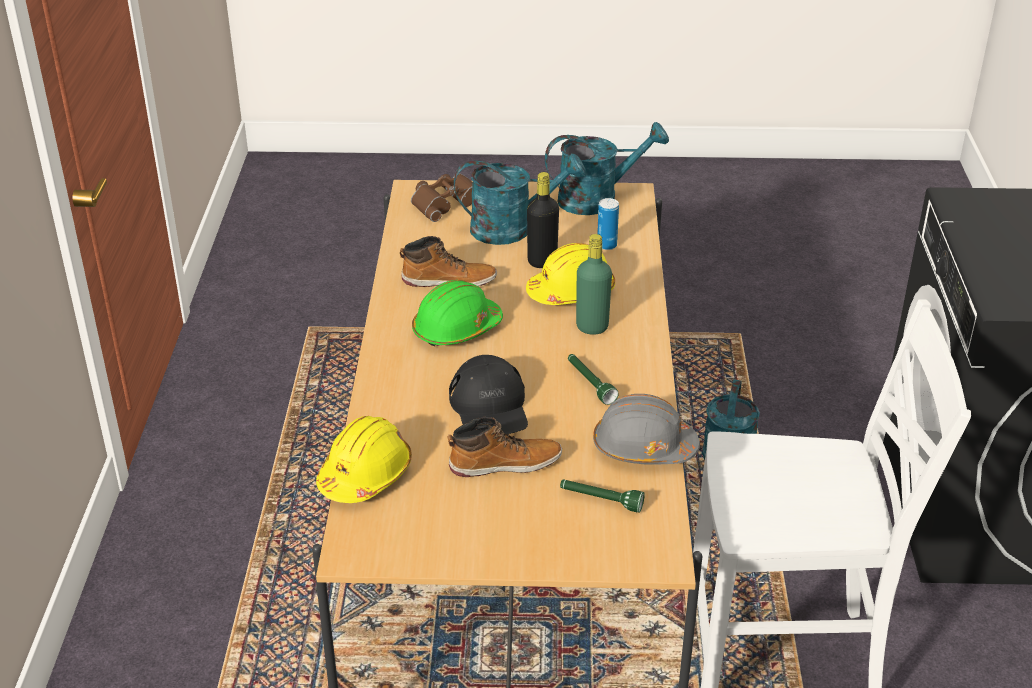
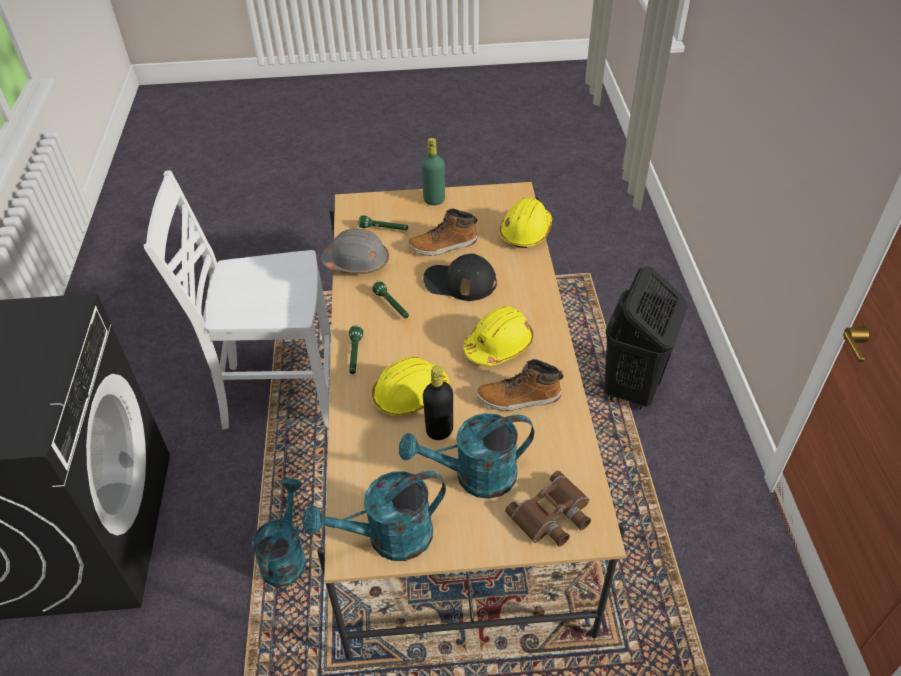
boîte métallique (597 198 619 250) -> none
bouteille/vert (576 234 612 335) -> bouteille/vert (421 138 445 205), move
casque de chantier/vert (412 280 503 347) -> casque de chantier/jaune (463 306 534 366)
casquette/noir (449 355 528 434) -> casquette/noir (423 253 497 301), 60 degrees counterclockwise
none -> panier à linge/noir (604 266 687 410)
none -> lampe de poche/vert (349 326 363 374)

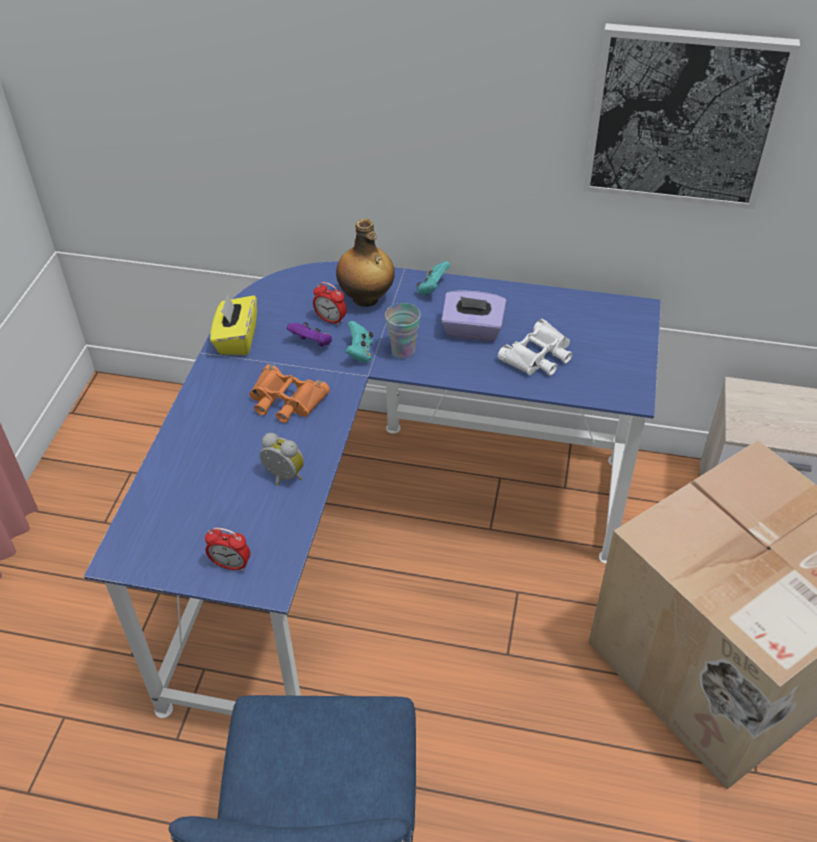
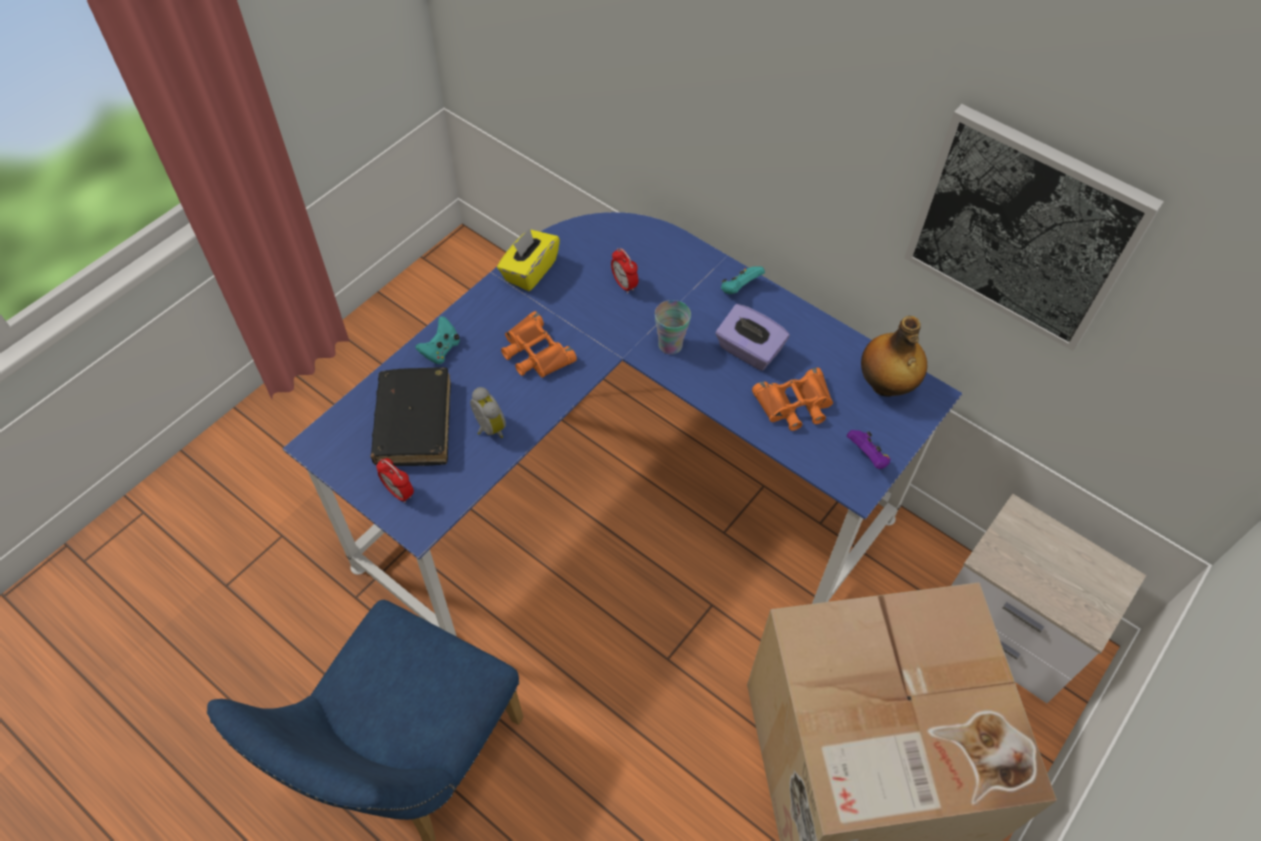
bouteille (336 219 395 307) -> bouteille (861 316 927 397), move
jumelles/blanc (498 319 572 375) -> jumelles/orange (752 368 833 431)
manette/turquoise (345 321 373 363) -> manette/turquoise (415 316 460 364), move
manette/violet (287 322 332 347) -> manette/violet (847 430 891 469), move
none -> livre/noir (370 367 451 466)

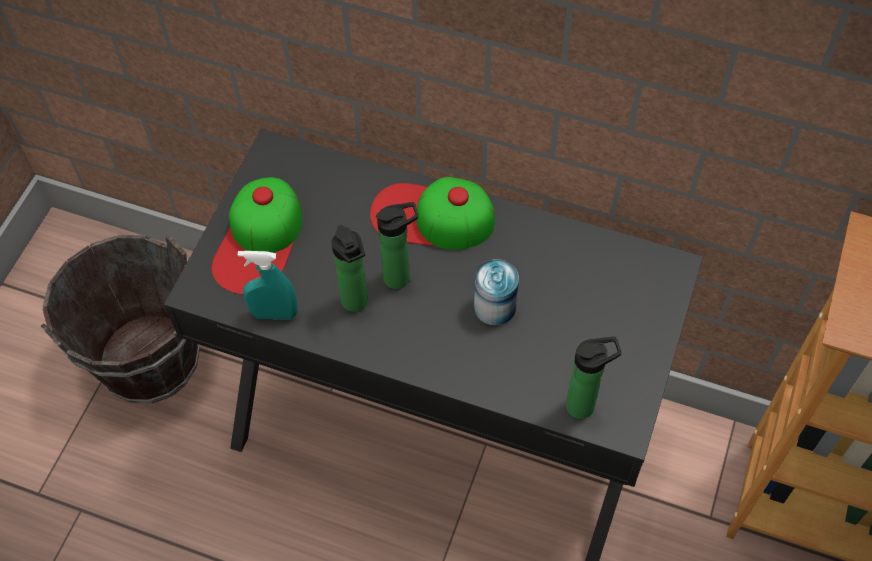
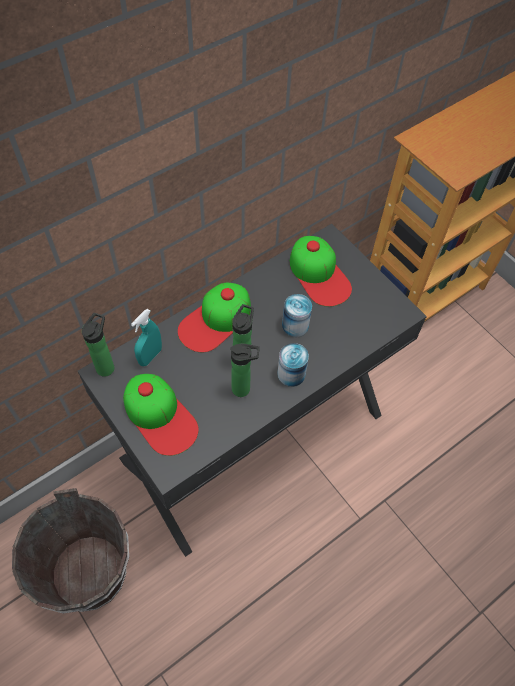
vaporisateur/turquoise (238 251 297 320) -> vaporisateur/turquoise (131 309 162 366), move
bouteille (566 337 621 419) -> bouteille (82 313 114 377), move
none -> casquette (290 236 352 307)
none -> boîte métallique (277 343 309 387)

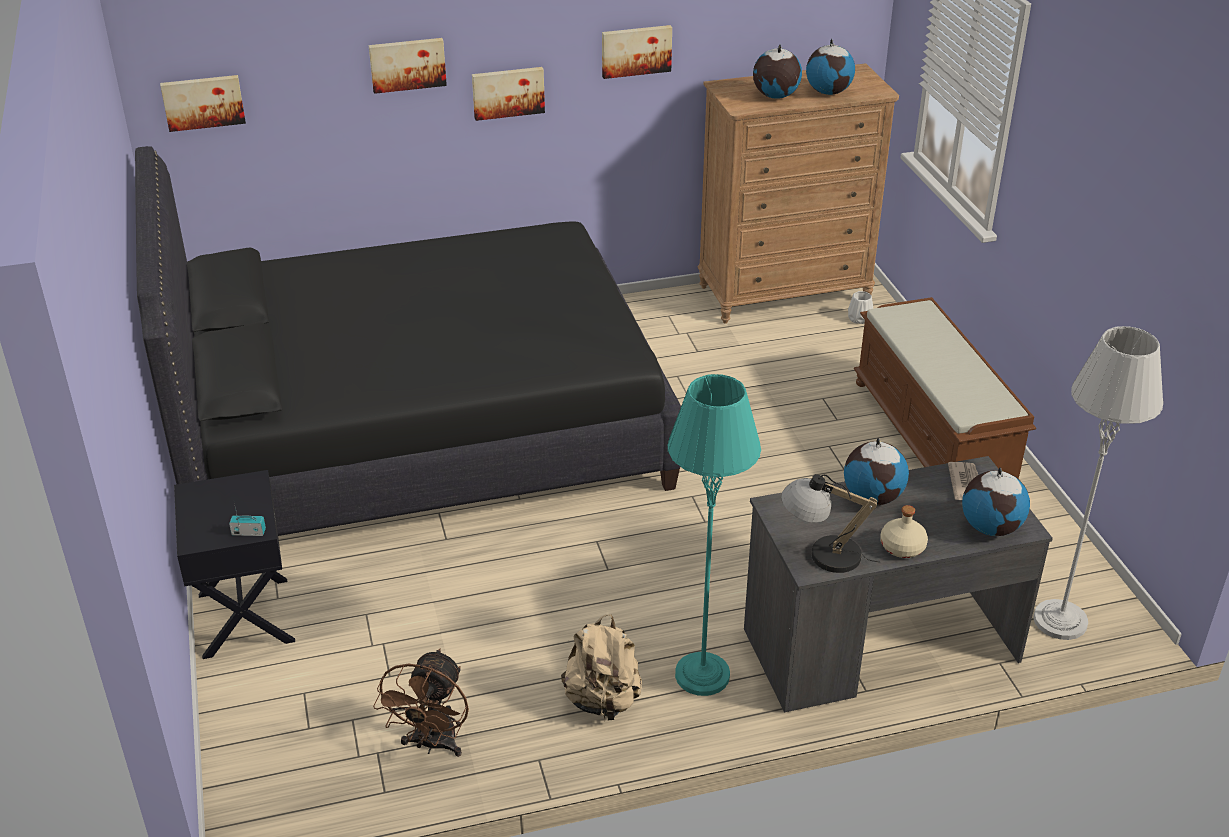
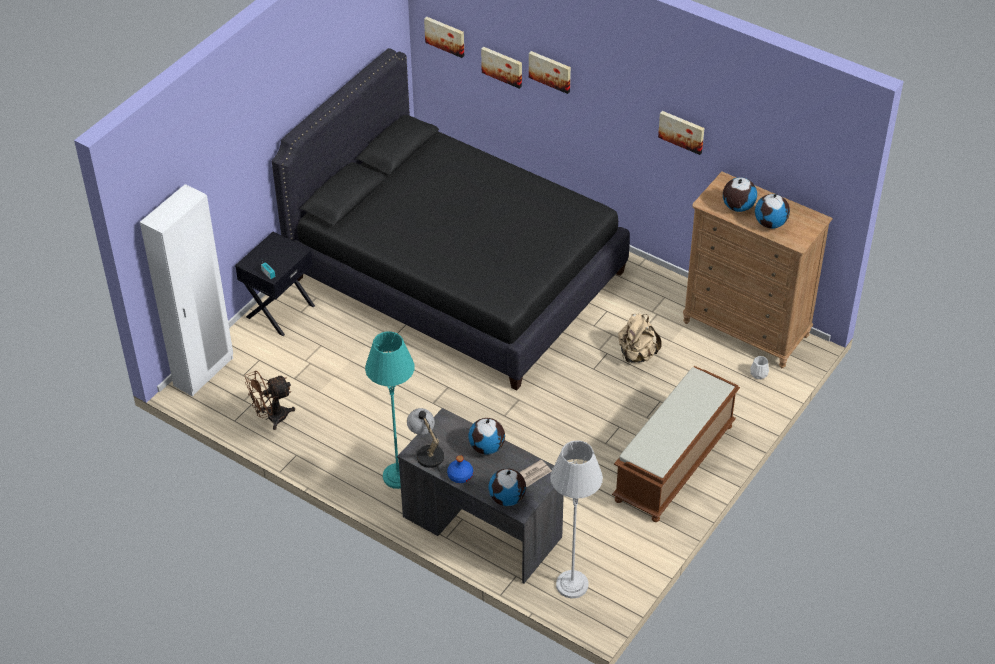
tableau (472 67 545 121) -> tableau (481 47 522 89), move
bouteille/beige (880 505 928 558) -> bouteille/bleu (447 455 473 483)
sac à dos/beige (561 614 642 721) -> sac à dos/beige (618 314 662 363), move
none -> armoire/blanc (140 184 233 397)

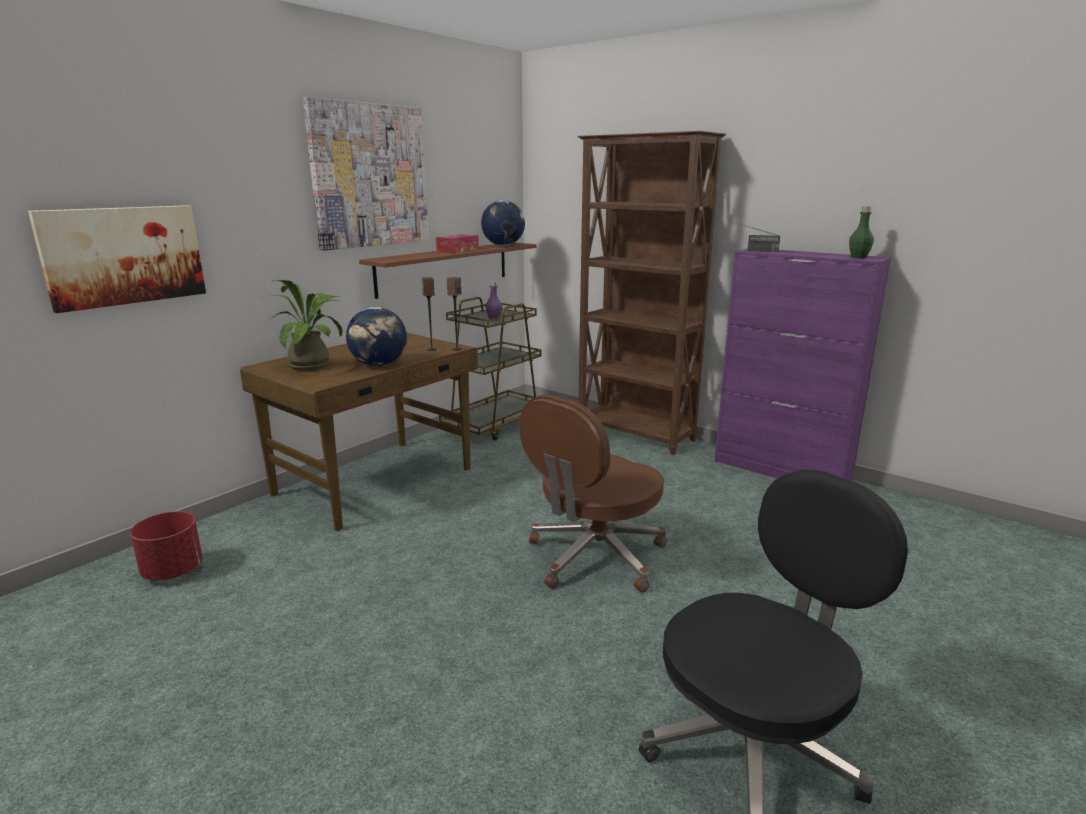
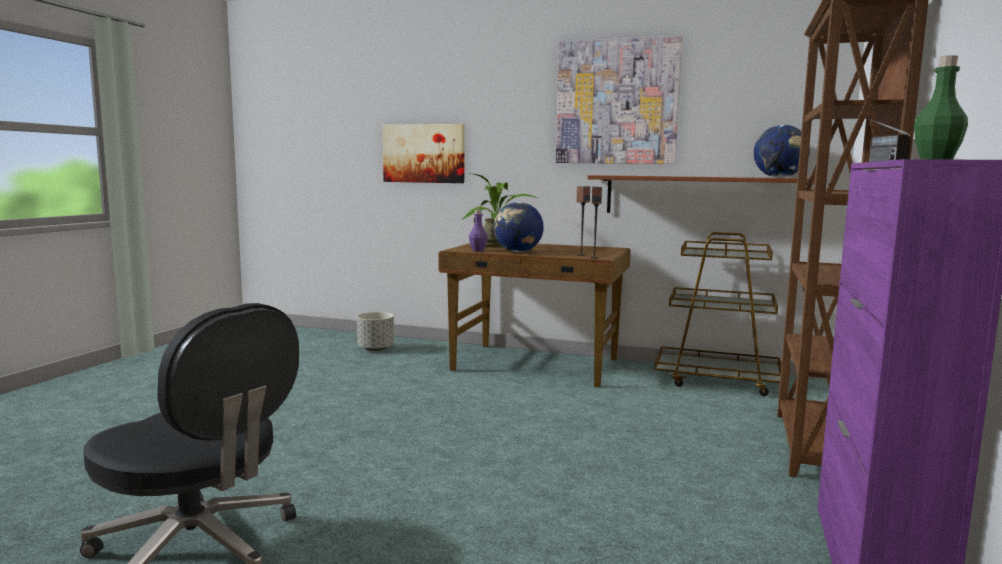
boîte à mouchoirs (436 234 479 253) -> none
bouteille/violet (485 281 503 321) -> bouteille/violet (469 209 488 252), move
chaise de bureau/marron (519 394 667 592) -> none
cache-pot/rouge (130 511 203 580) -> cache-pot/gris (357 312 394 351)

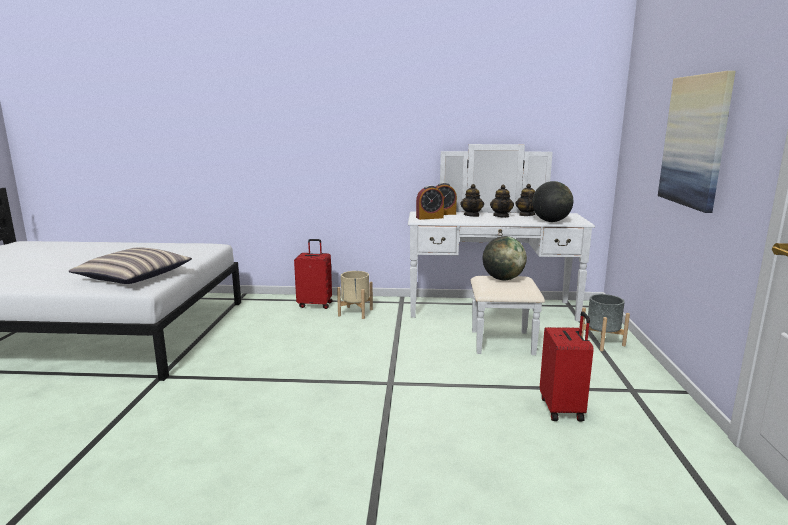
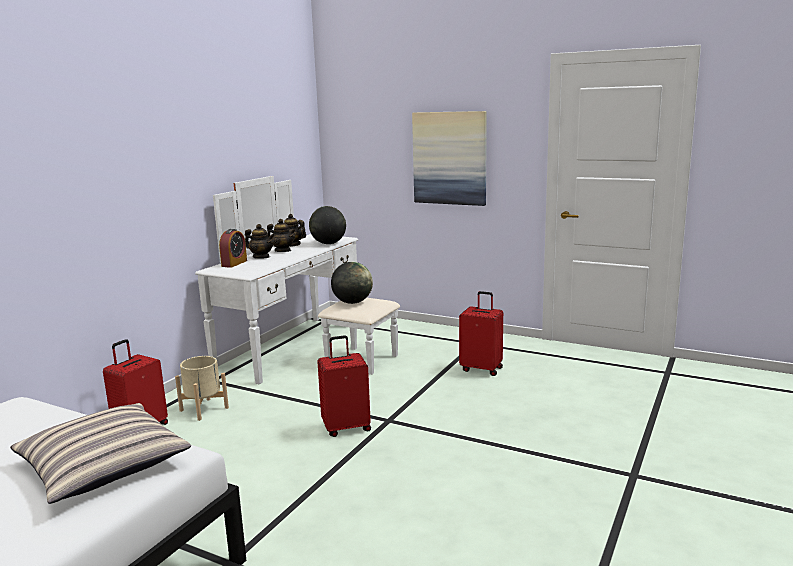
réveil (416 185 444 220) -> none
cache-pot/gris (581 294 630 351) -> none
none -> valise/rouge (317 335 371 437)

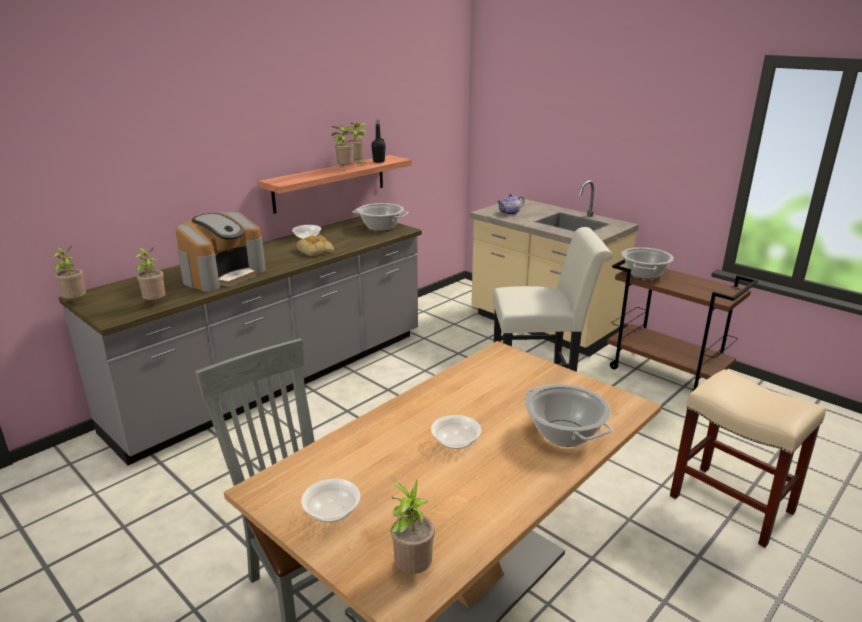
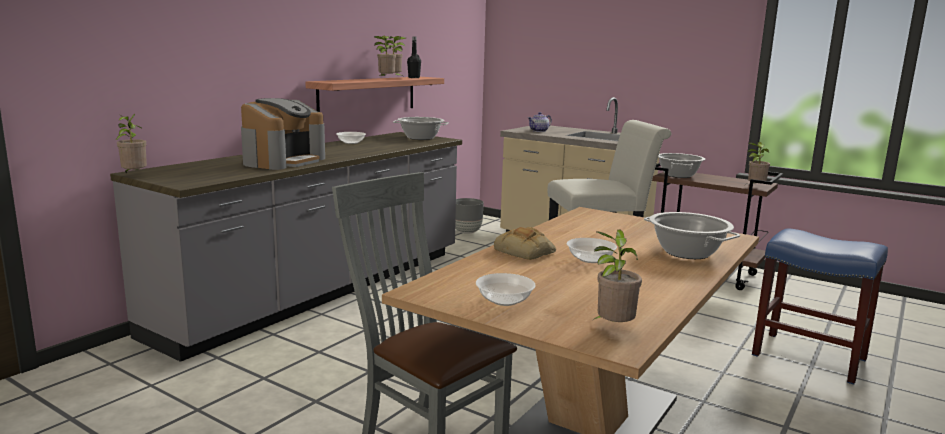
pain (296 235 334 256) -> pain (494 227 556 260), move
plante en pot (135 247 165 300) -> plante en pot (747 142 770 183), move
tabouret/beige (670 369 826 548) -> tabouret/bleu (752 228 888 384)
none -> cache-pot/gris (455 198 484 234)

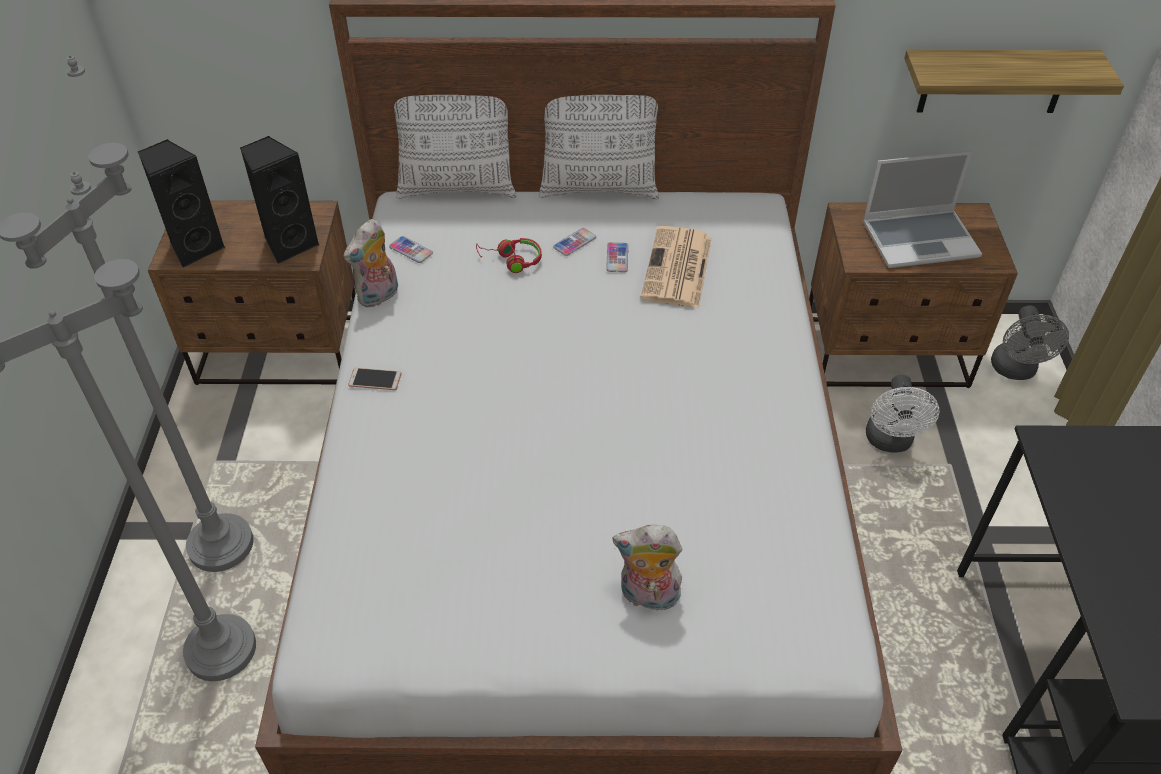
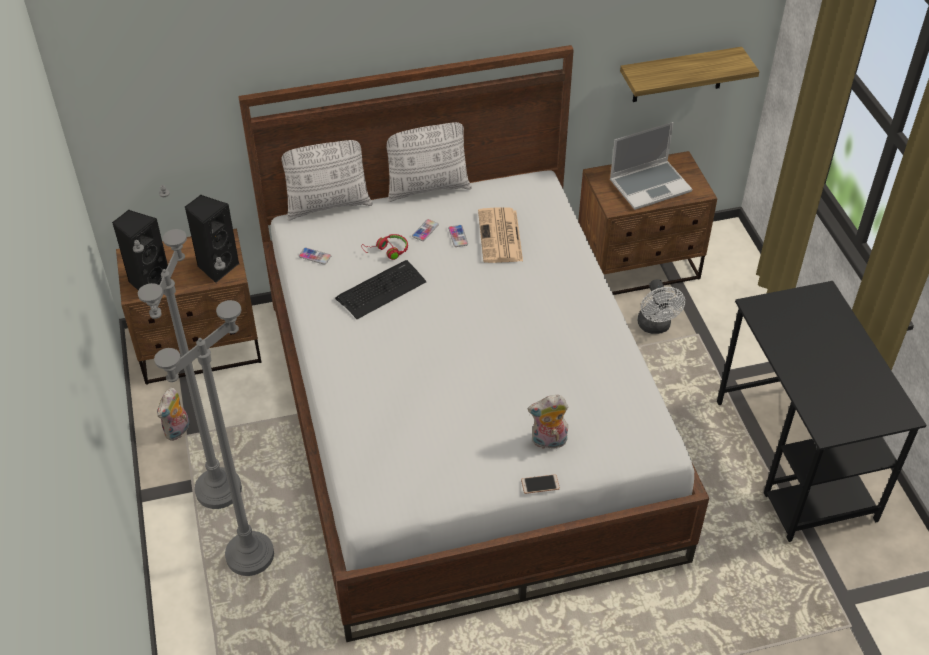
peluche (344 219 398 308) -> peluche (157 388 190 441), move
ventilateur/gris (991 305 1069 380) -> none
téléphone (348 368 401 390) -> téléphone (521 474 560 494), move
none -> clavier (335 260 427 319)

